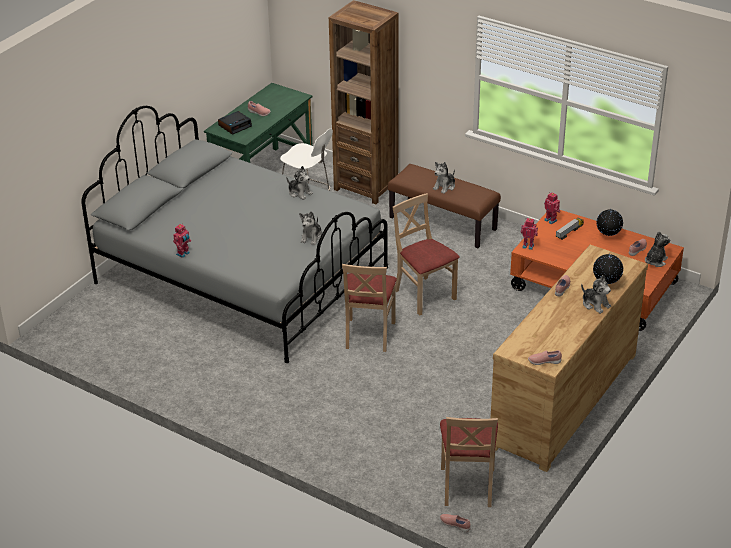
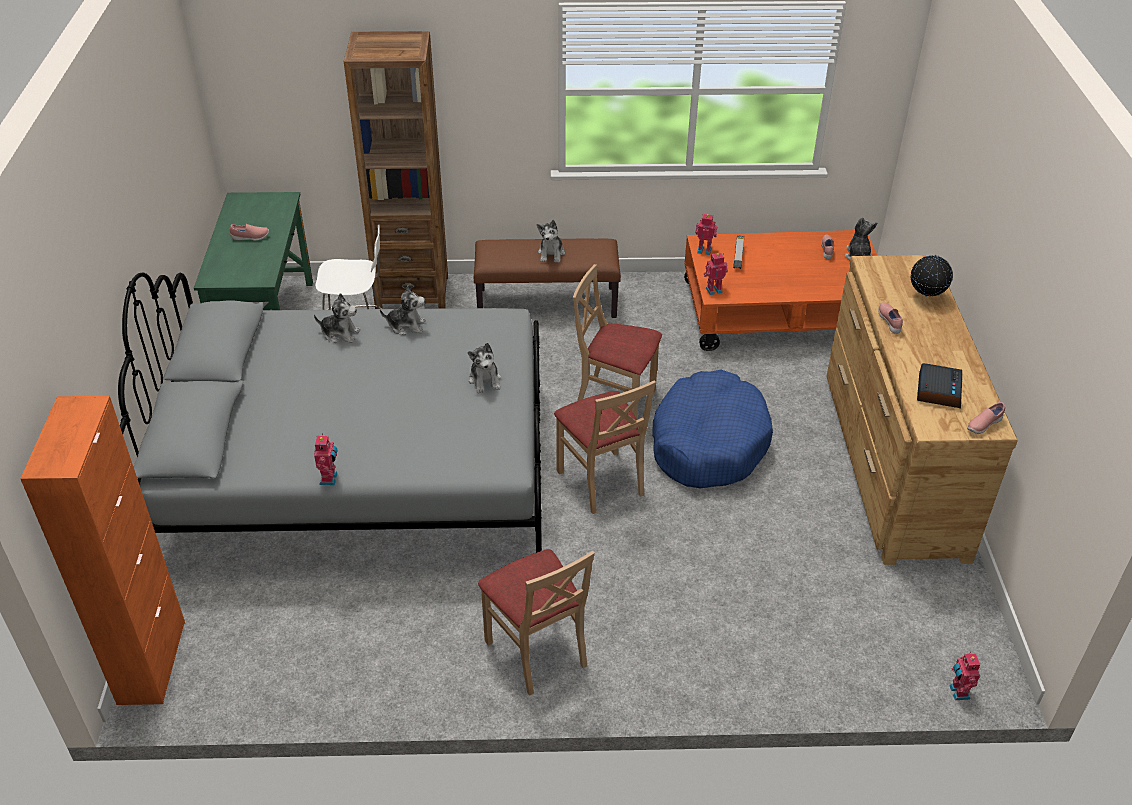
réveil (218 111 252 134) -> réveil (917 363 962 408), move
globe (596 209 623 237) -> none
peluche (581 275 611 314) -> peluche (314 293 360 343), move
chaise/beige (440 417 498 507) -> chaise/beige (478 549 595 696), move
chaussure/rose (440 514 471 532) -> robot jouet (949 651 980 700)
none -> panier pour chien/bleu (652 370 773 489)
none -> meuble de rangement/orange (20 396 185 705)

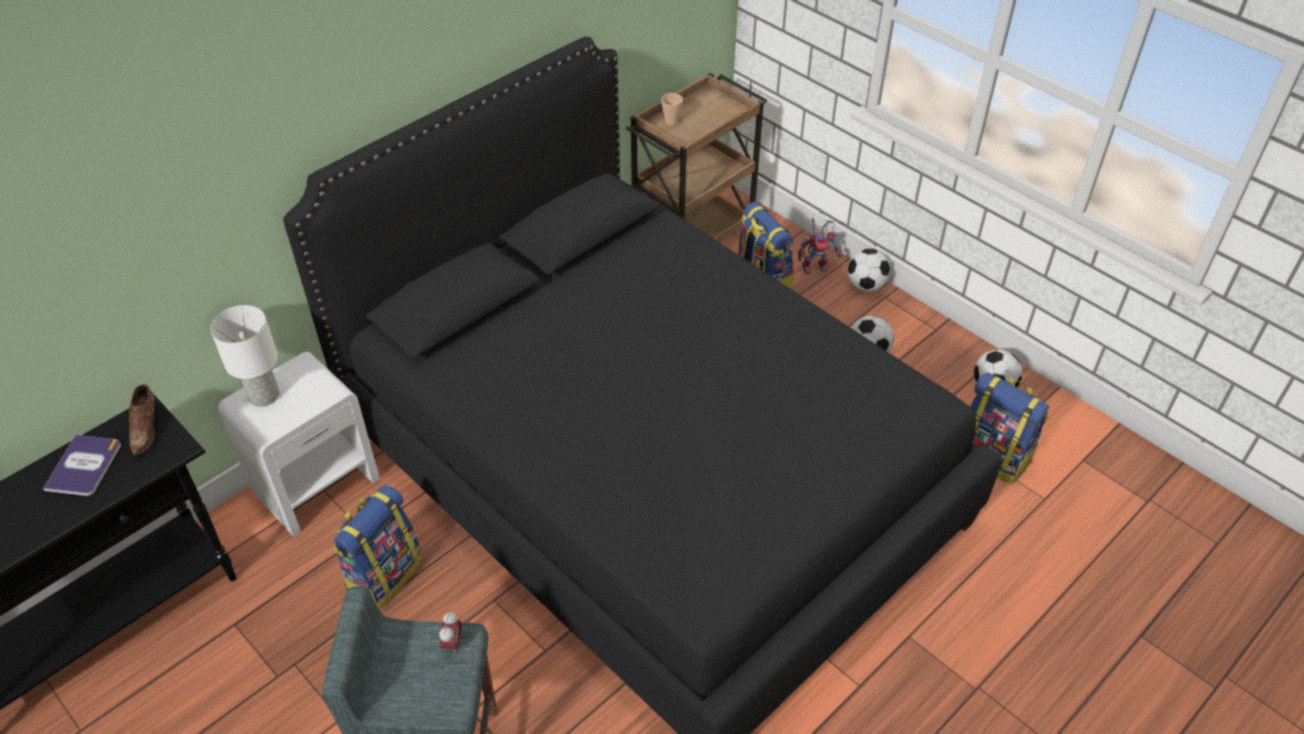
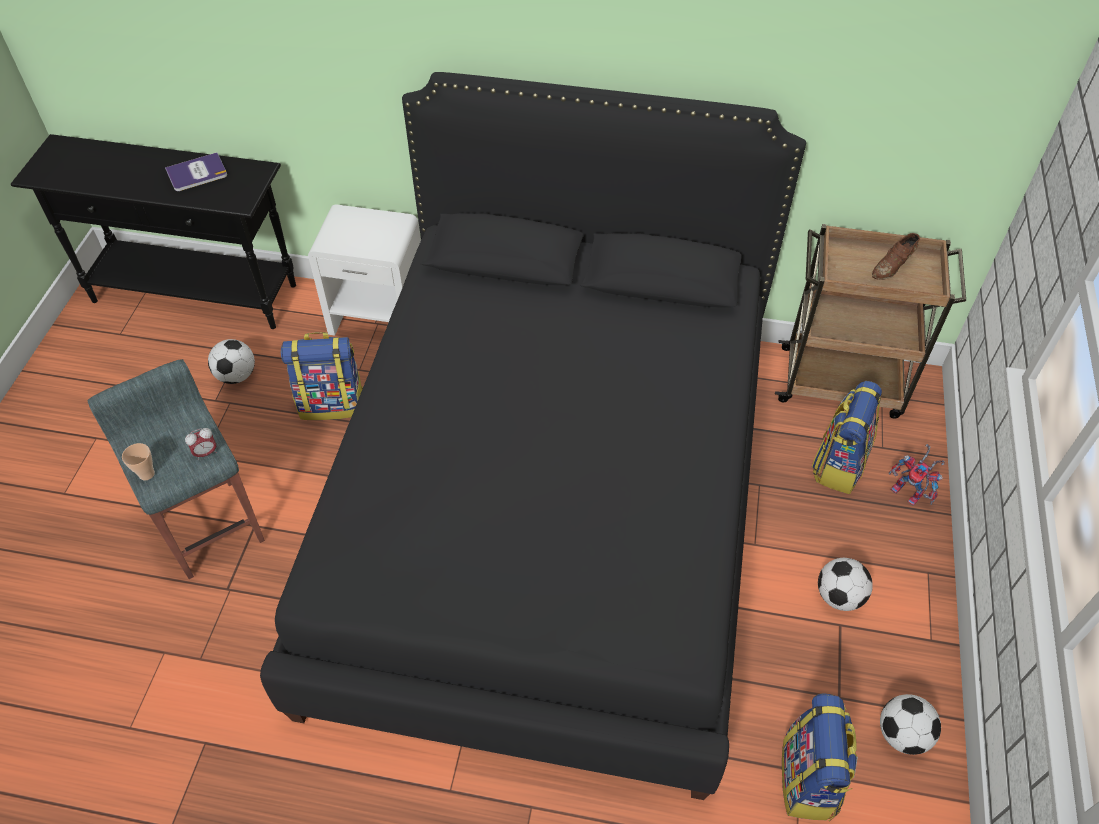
tasse (661 93 683 126) -> tasse (122 443 155 480), move
ballon de foot (848 249 891 292) -> ballon de foot (208 339 255 384), move
lampe de table/blanc (210 305 280 407) -> none
chaussure/marron (129 384 155 456) -> chaussure/marron (872 233 920 280), move

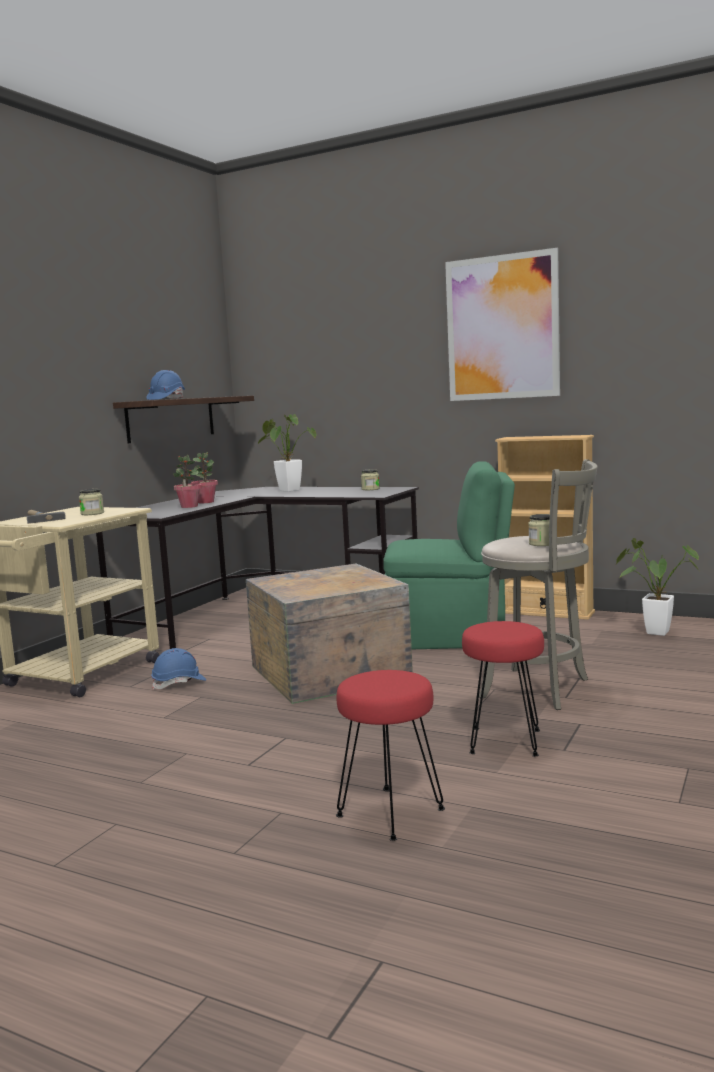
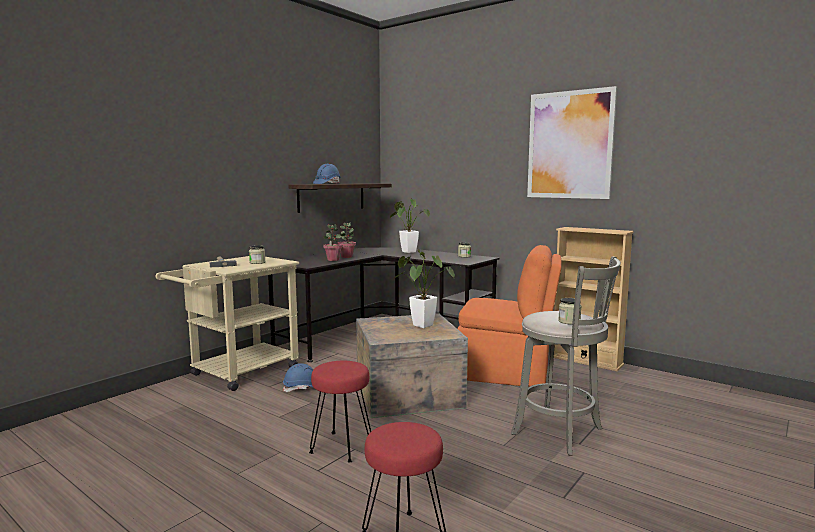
chaise/vert (383 461 515 649) -> chaise/orange (457 245 562 387)
plante en pot (616 538 699 636) -> plante en pot (395 249 455 328), move
tabouret/rouge (462 621 544 757) -> tabouret/rouge (309 361 371 463), move

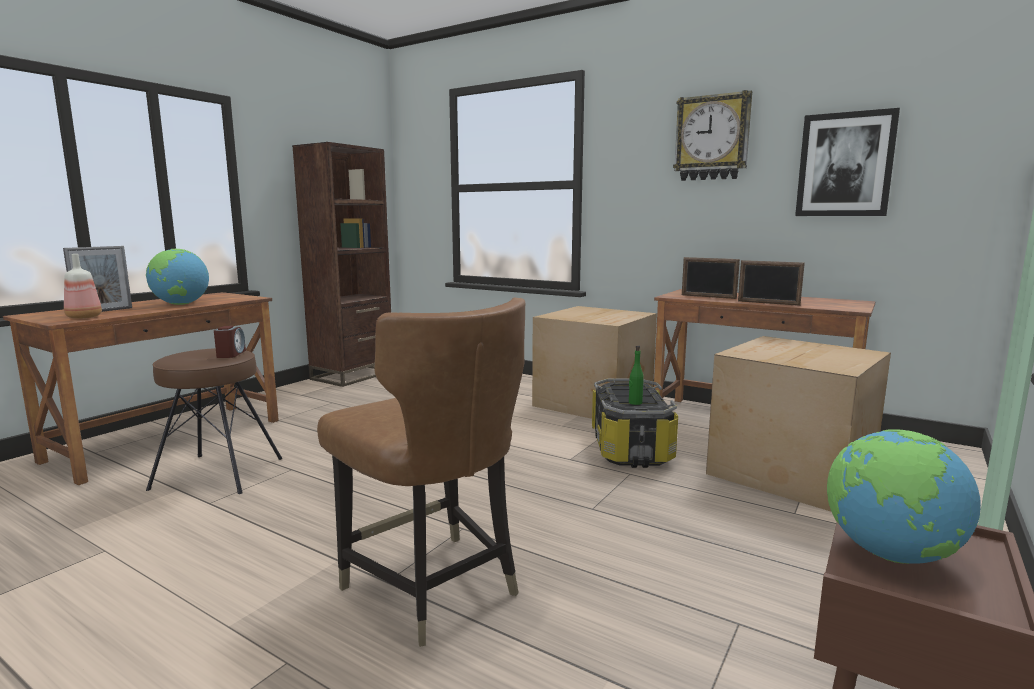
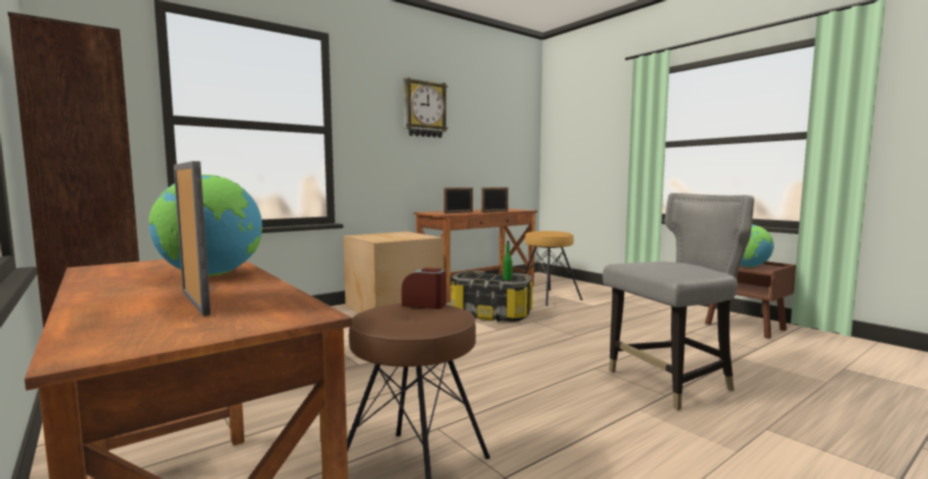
tableau (795 108 900 216) -> none
bouteille (64 254 102 319) -> none
chaise/marron (317 298 525 647) -> chaise/gris (602 193 754 410)
carton (706 336 891 512) -> tabouret/marron (523 231 583 306)

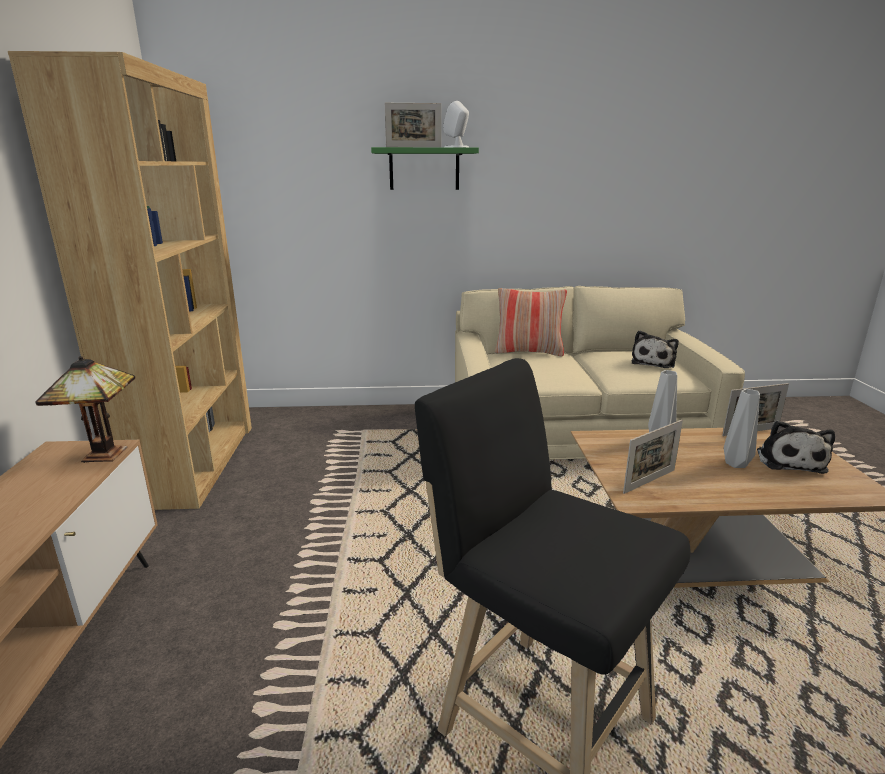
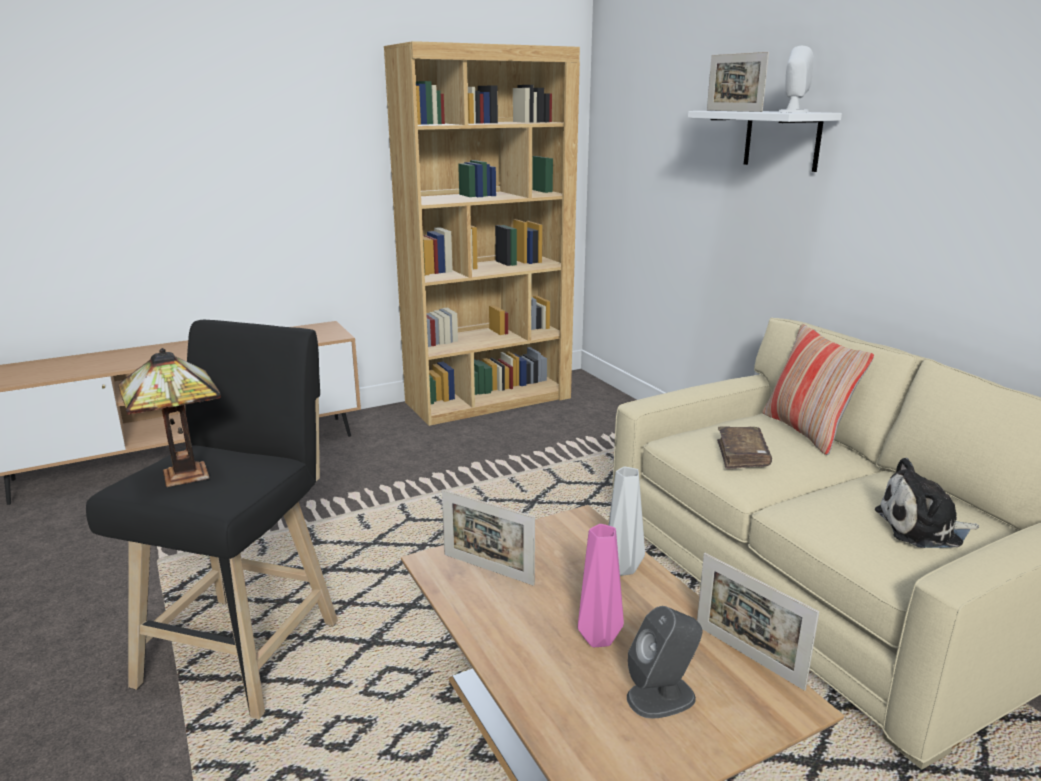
étagère/vert (371 147 479 190) -> étagère/blanc (688 111 842 172)
lampe de table (36 356 135 463) -> lampe de table (118 348 221 487), move
vase/gris (724 389 760 468) -> vase/rose (578 524 624 647)
peluche (757 420 835 474) -> enceinte/gris (627 606 702 719)
none -> livre/marron (717 426 772 469)

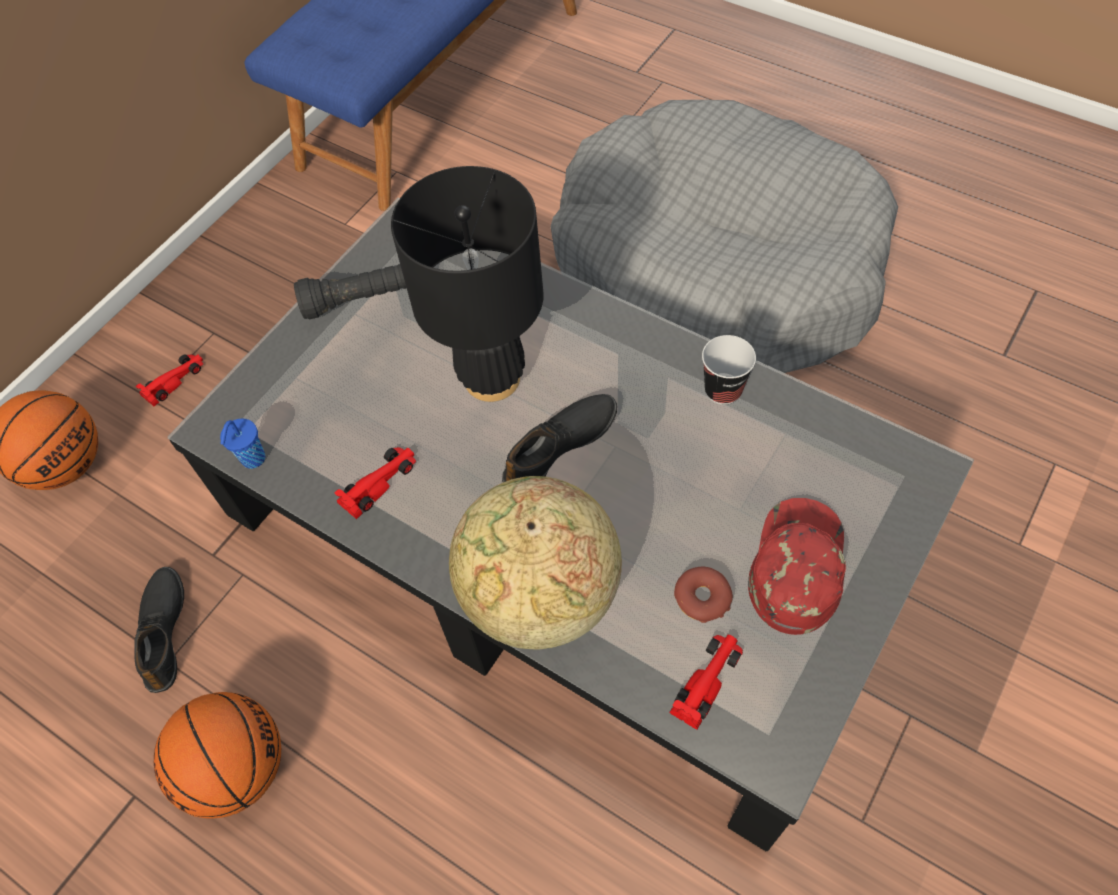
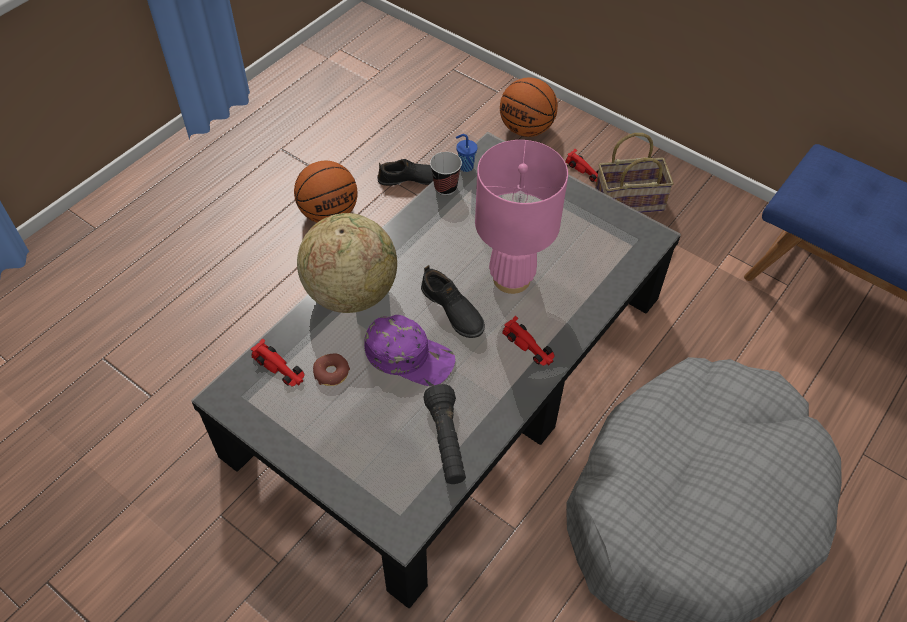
lampe de table/noir (391 166 544 402) -> lampe de table/rose (475 140 568 294)
lampe de poche/noir (294 264 406 319) -> lampe de poche/noir (423 384 466 484), move
tasse (702 335 756 405) -> tasse (430 152 462 195), move
petite voiture/rouge (334 447 416 519) -> petite voiture/rouge (502 316 554 366), move
casquette/rouge (748 498 846 635) -> none
none -> panier (595 133 674 213)
none -> casquette/violet (364 315 455 386)

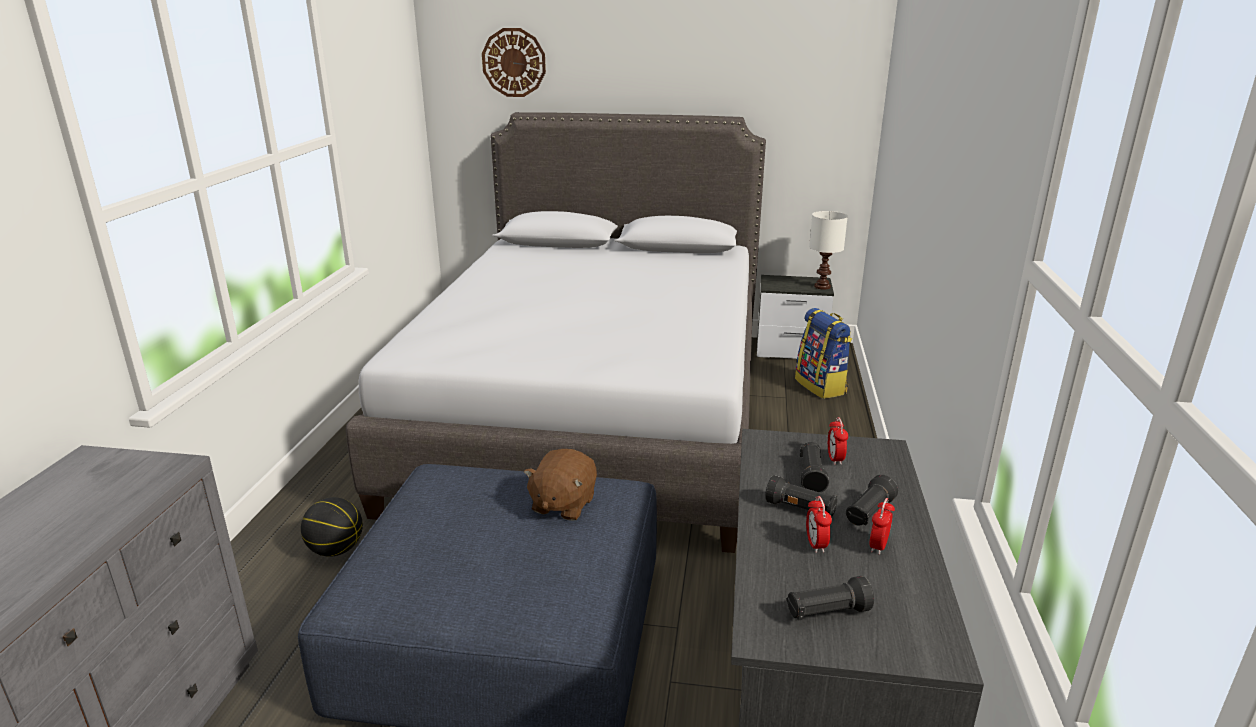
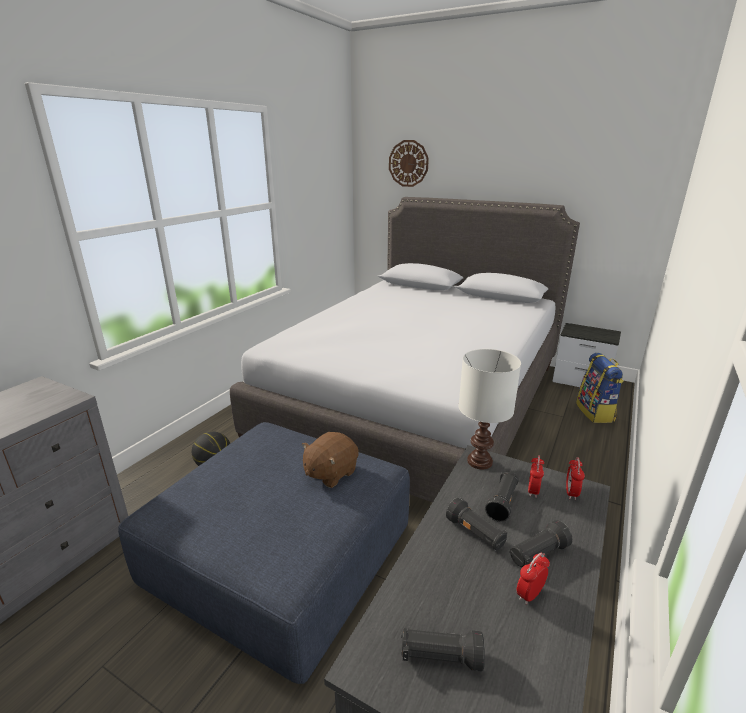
lampe de table/blanc (809 211 848 290) -> lampe de table/blanc (459 349 521 469), move
réveil (806 496 832 553) -> réveil (566 457 585 500), move

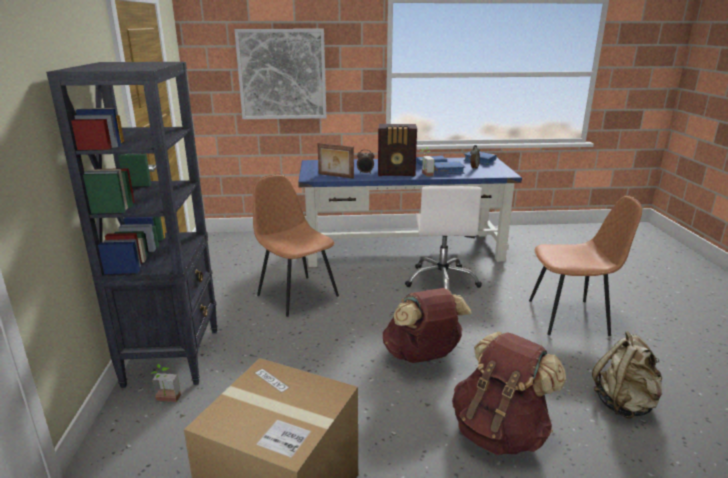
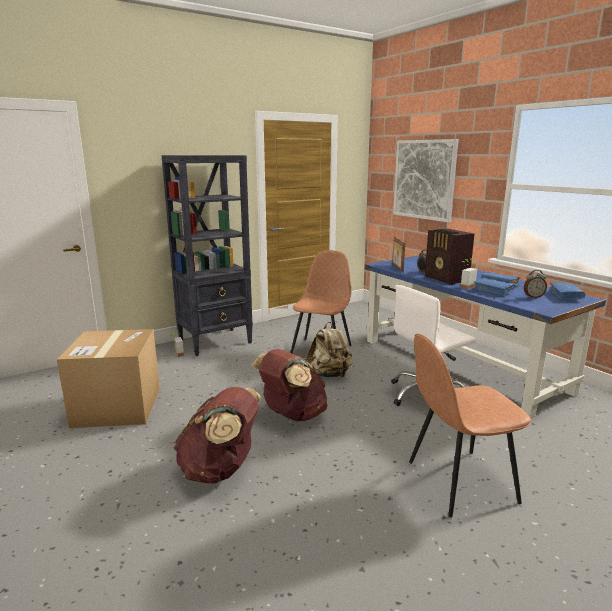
chaise/marron (529 195 642 336) -> chaise/marron (409 334 531 518), 105 degrees clockwise
sac à dos/beige (592 331 662 419) -> sac à dos/beige (306 322 353 377), move

